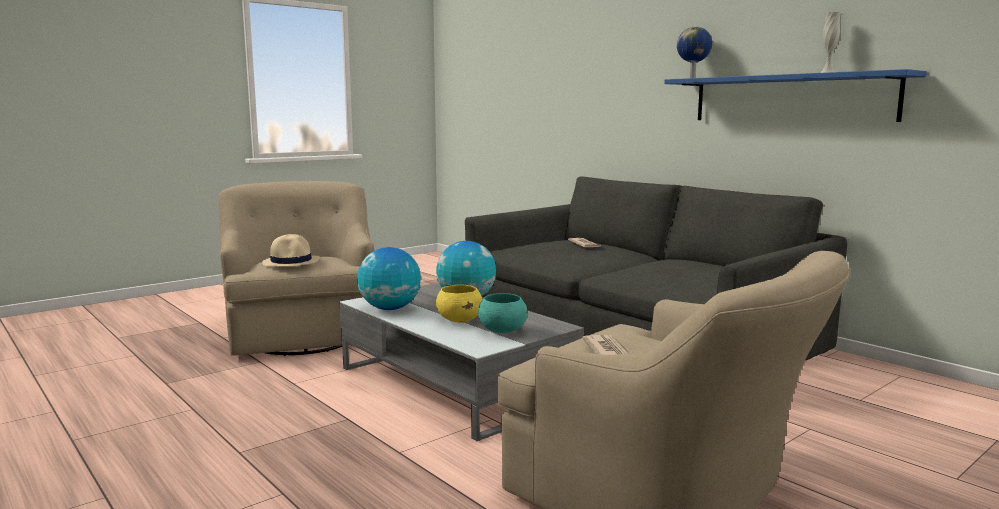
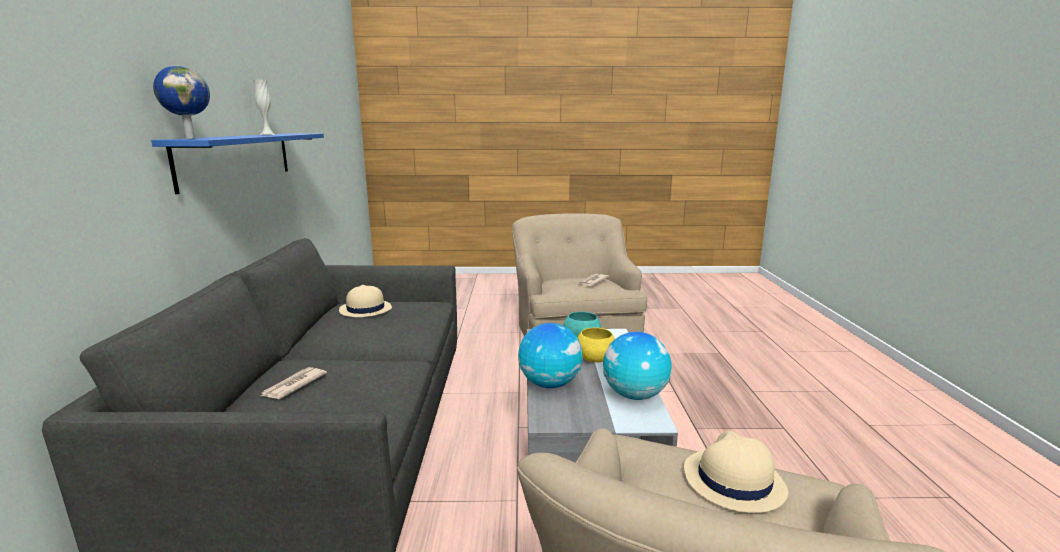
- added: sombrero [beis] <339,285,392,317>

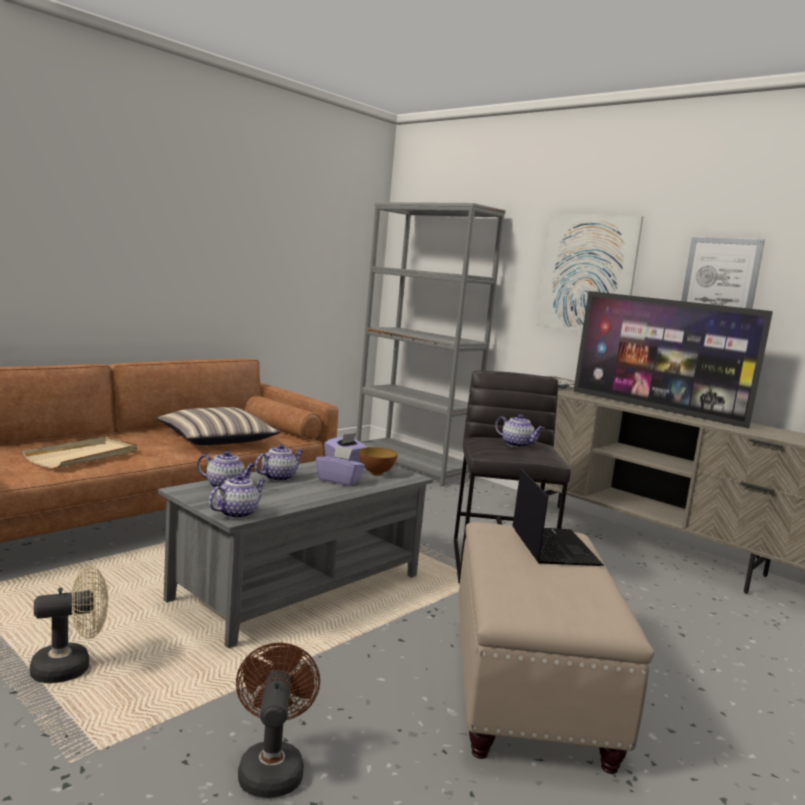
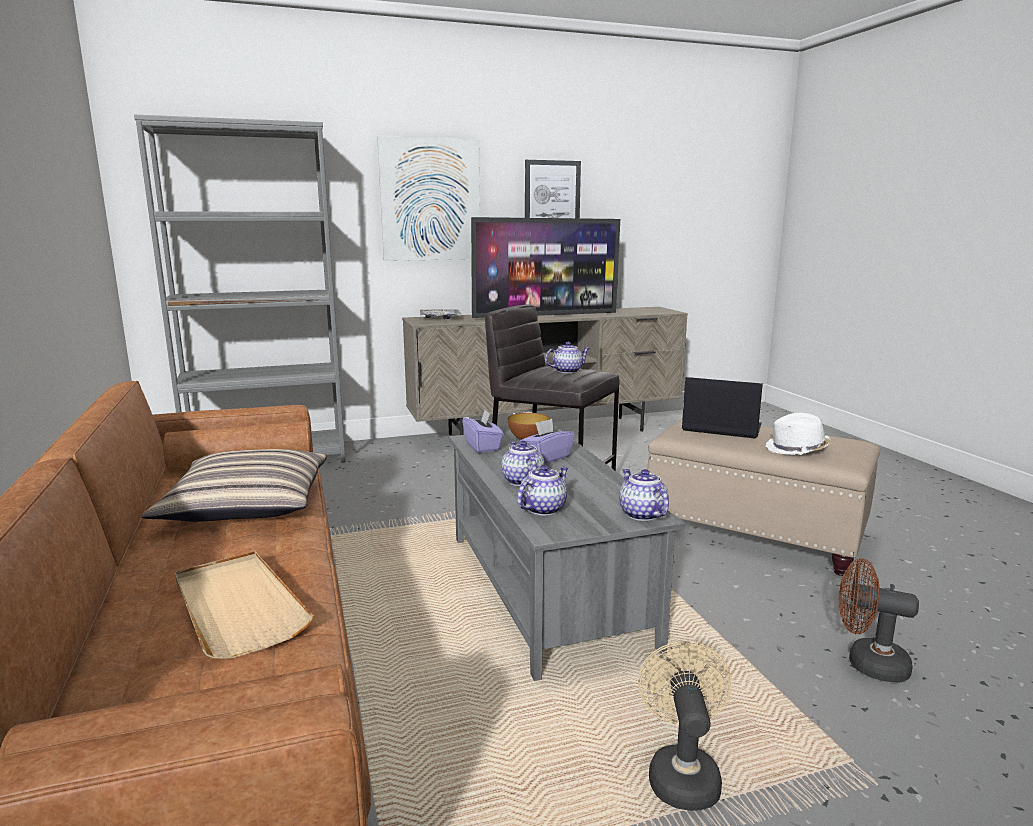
- added: sombrero [blanco] <766,413,831,455>

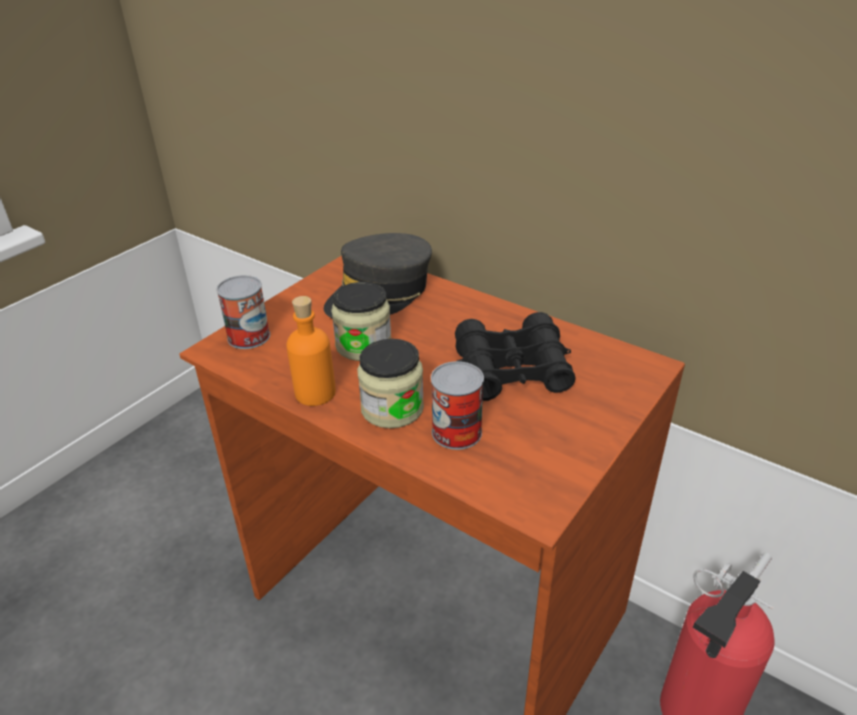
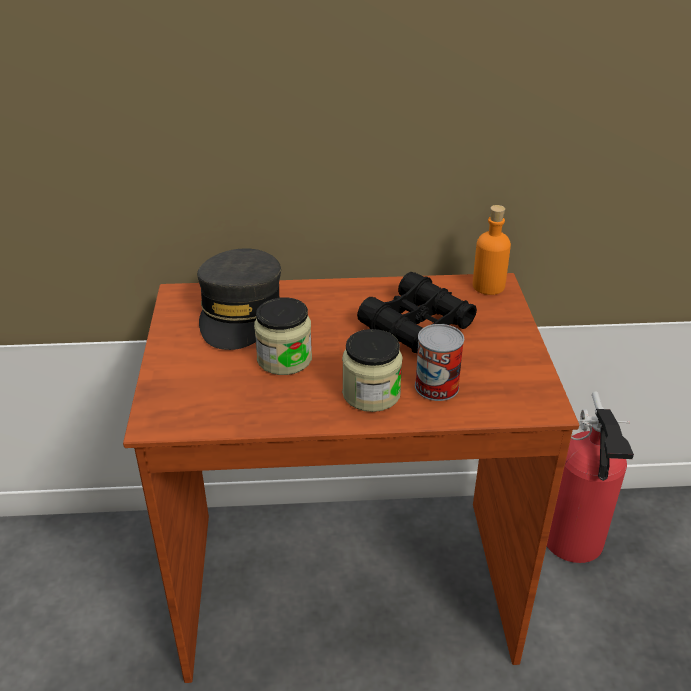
- removed: lata <216,275,270,349>
- moved: botella [naranja] <286,296,336,406> to <473,205,511,295>

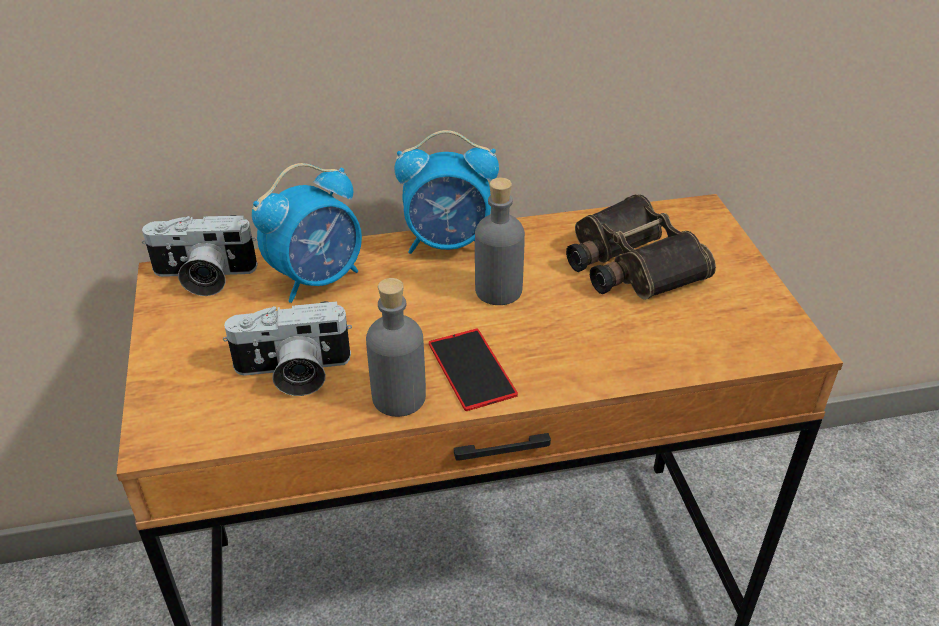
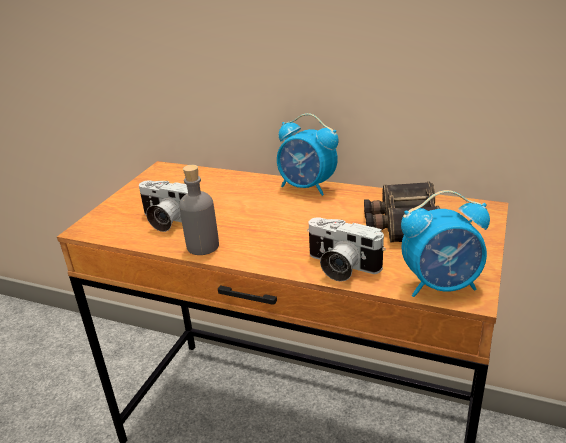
- removed: móvil <429,329,518,411>
- removed: botella [gris] <475,178,525,305>
- moved: cámara <142,215,258,296> to <307,217,386,282>
- moved: despertador <252,163,362,303> to <401,190,490,297>

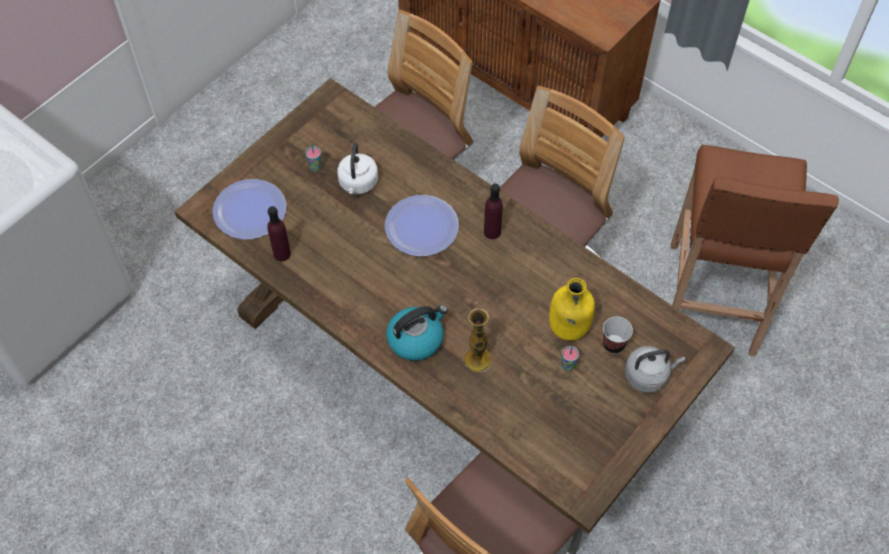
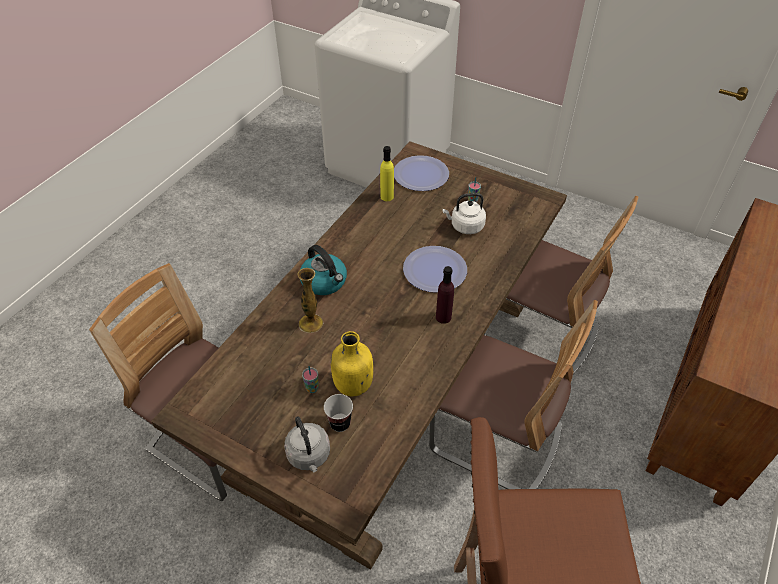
- recoloured: botella [morado] <268,206,291,261> to botella [amarillo] <380,146,394,201>

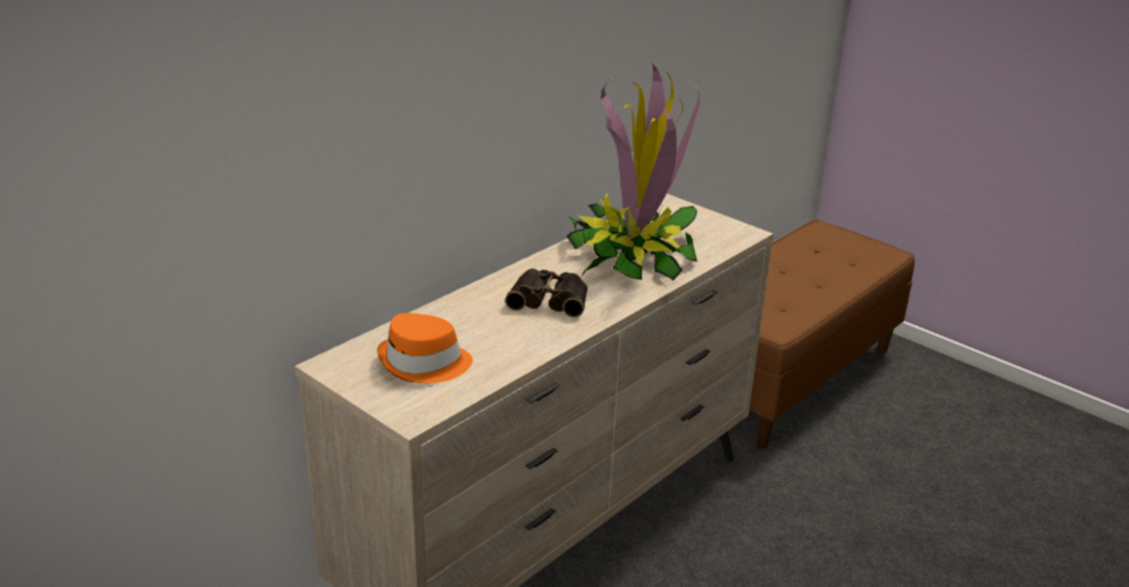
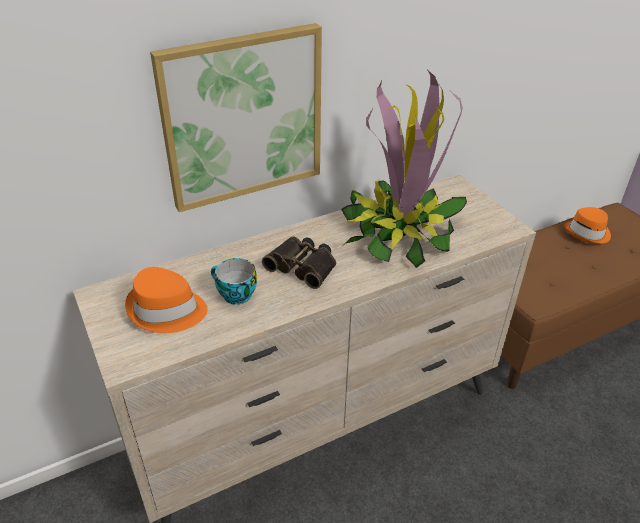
- added: cuadro <150,23,322,212>
- added: taza <211,258,257,305>
- added: sombrero [naranja] <564,207,611,244>

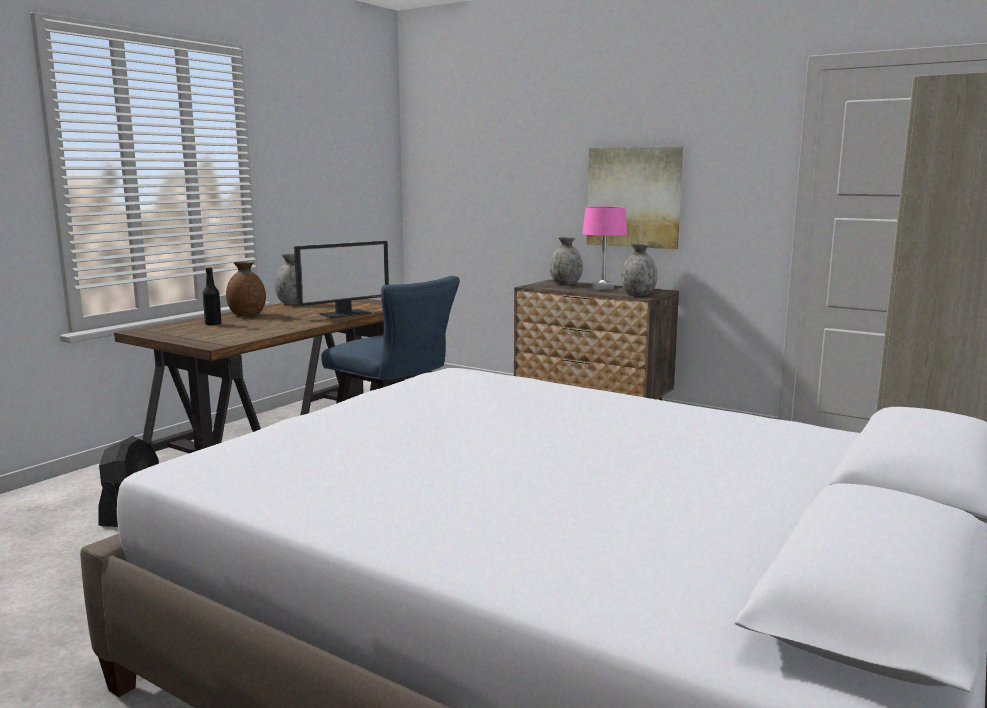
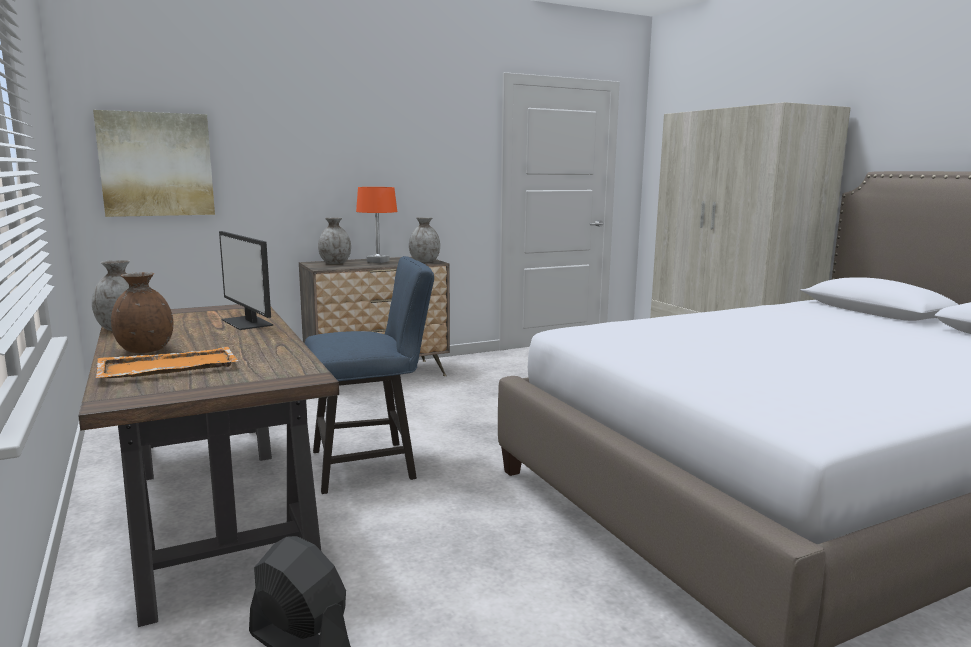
- moved: cuadro <587,146,683,249> to <93,110,215,217>
- replaced: botella [negro] <203,267,222,325> to bandeja [naranja] <96,347,238,378>
- recoloured: lámpara de mesa [rosa] <582,207,627,290> to lámpara de mesa [naranja] <356,187,397,263>
- turned: monitor <294,241,389,318> = <219,231,273,330> 150 degrees clockwise

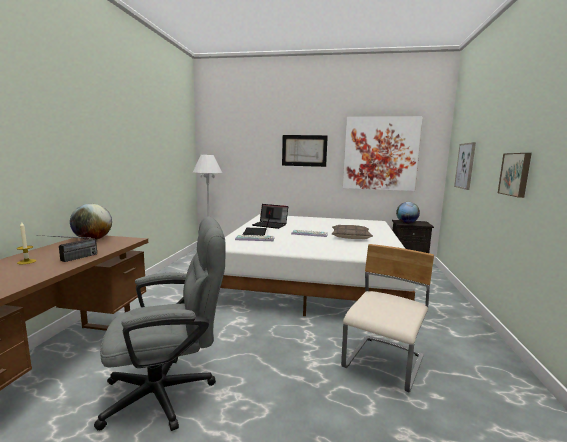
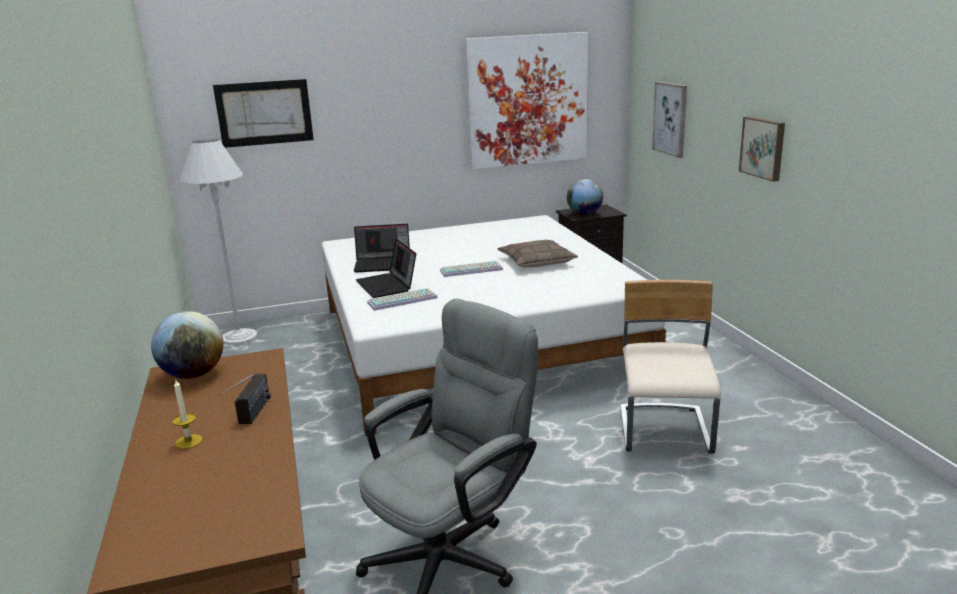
- moved: cuadro <282,135,328,167> to <213,79,314,148>

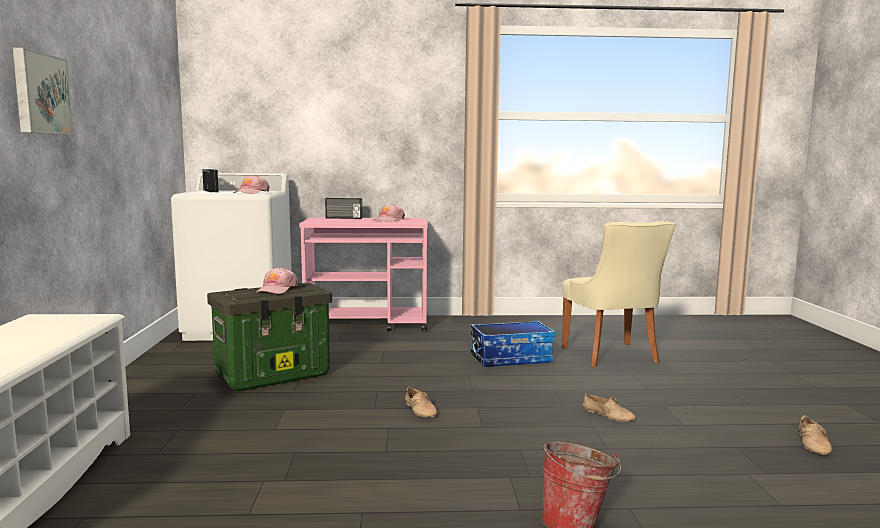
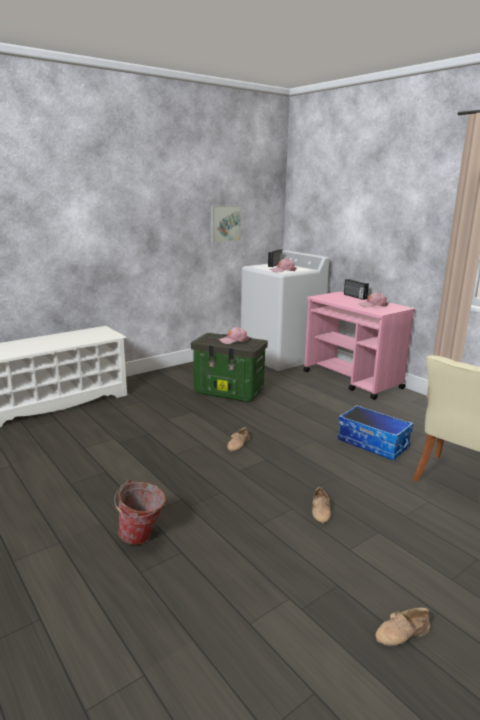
- moved: cuadro <13,47,73,135> to <210,205,241,242>

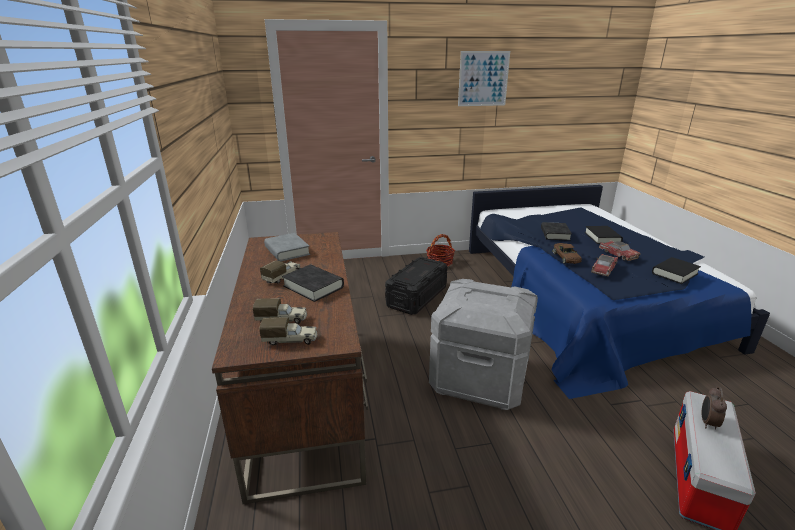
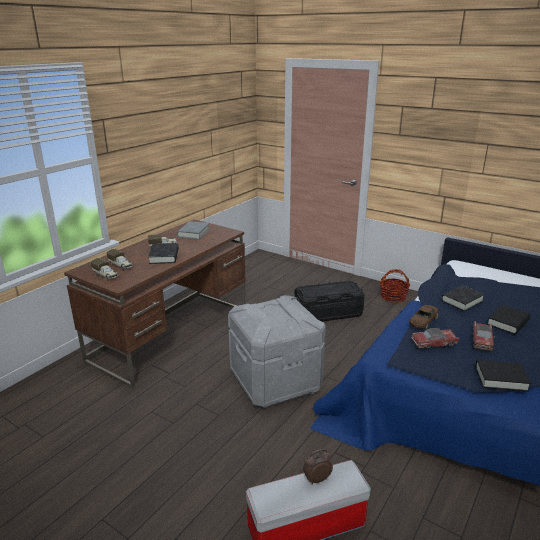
- removed: cuadro <458,51,510,106>

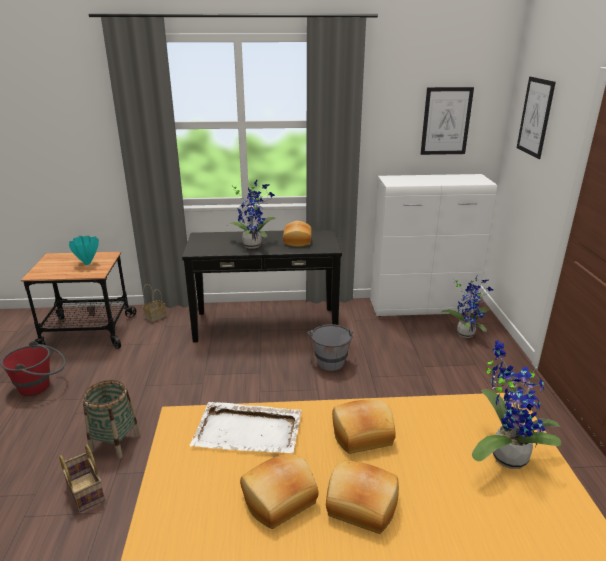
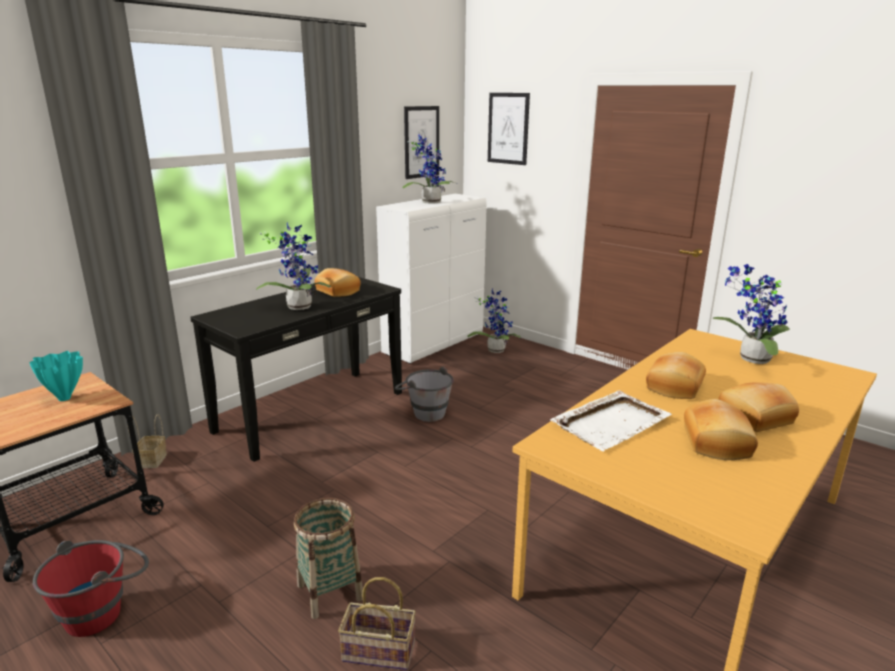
- added: planta en maceta <402,134,457,204>

